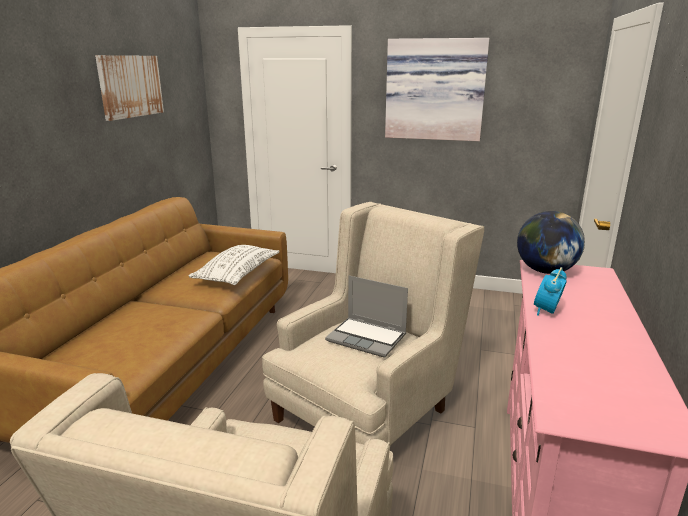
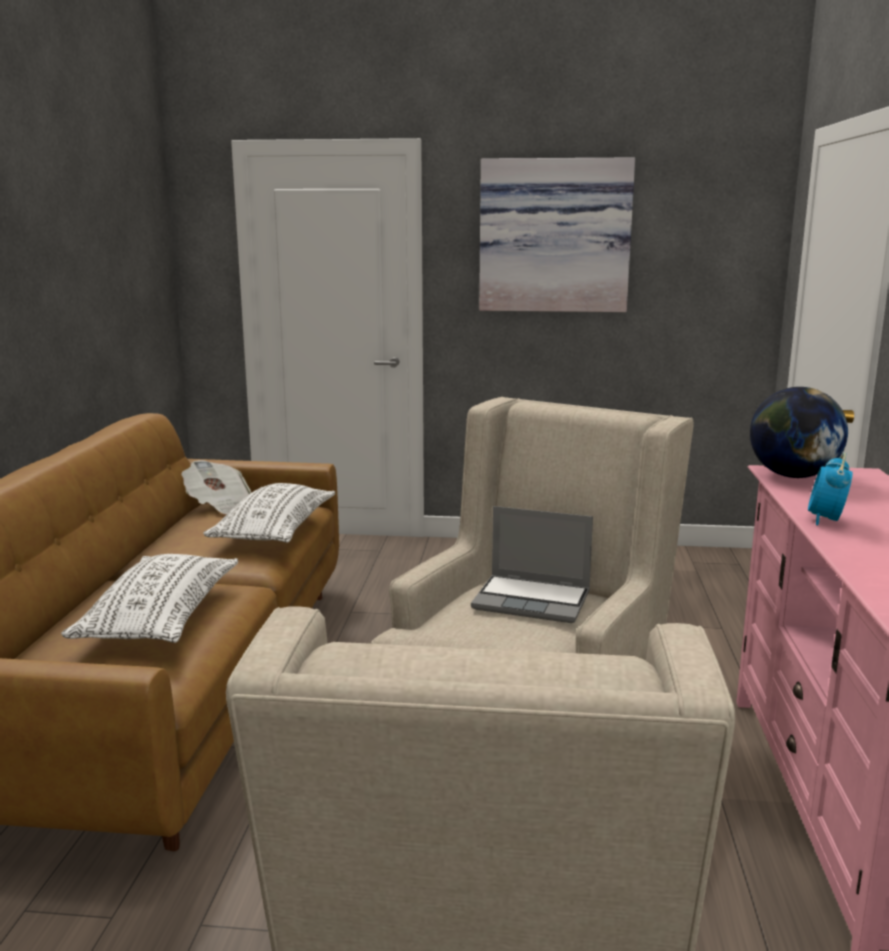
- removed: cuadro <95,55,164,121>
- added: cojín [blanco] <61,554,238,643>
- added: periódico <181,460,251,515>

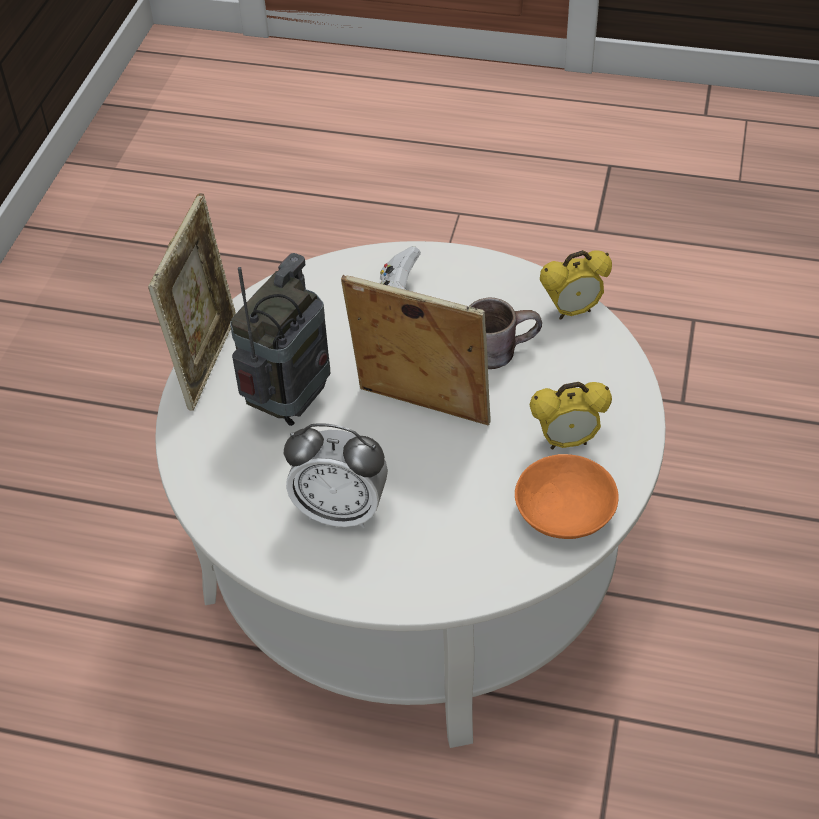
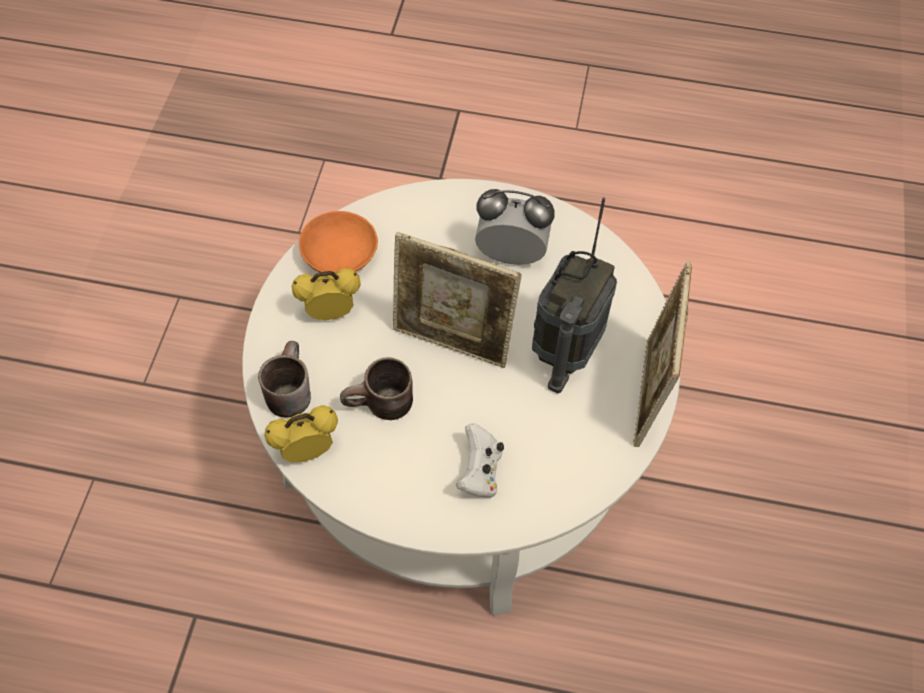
- added: taza grande [marrón] <258,341,311,418>

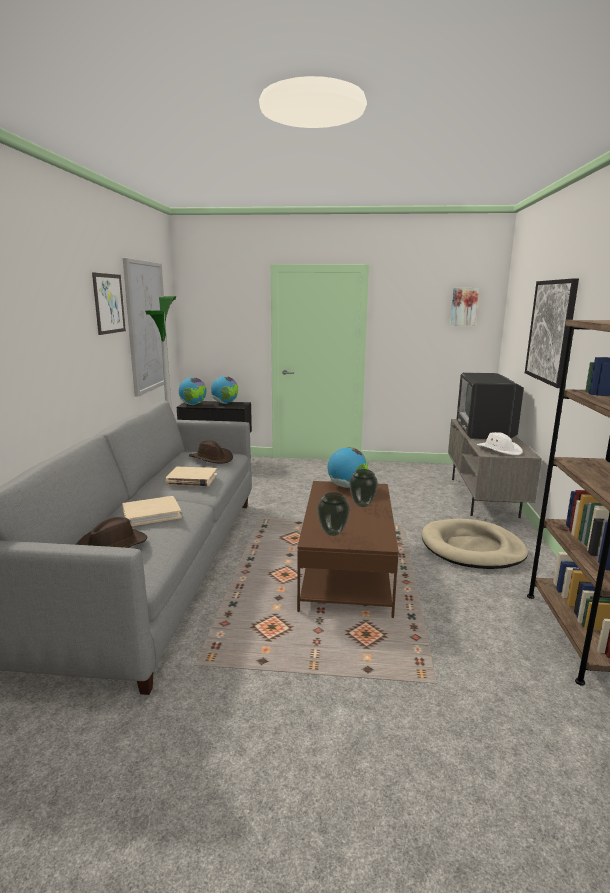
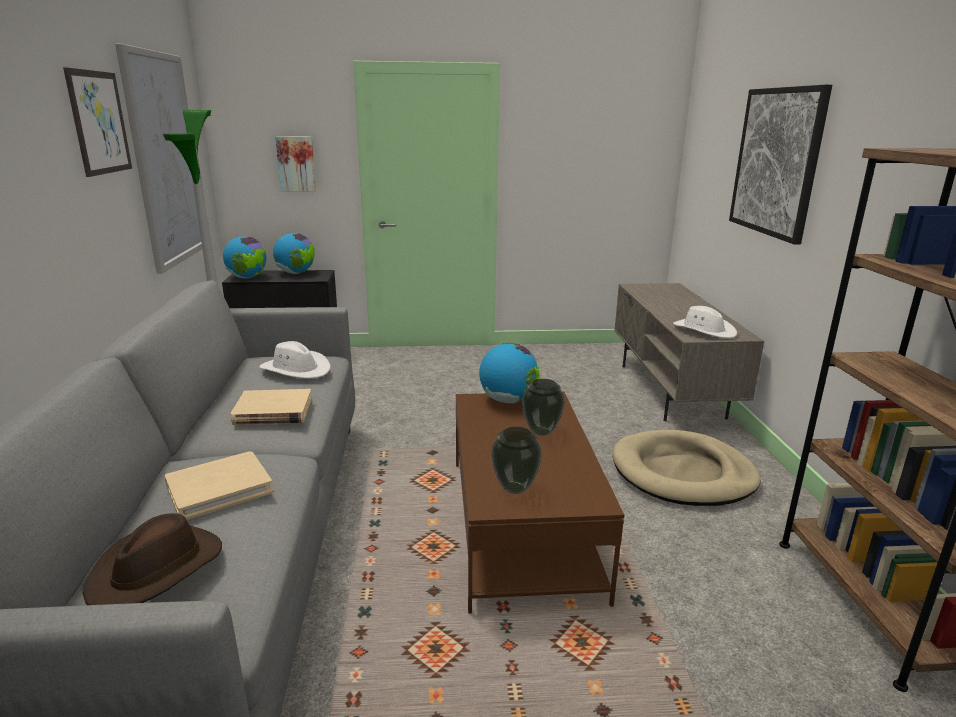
- removed: televisor <456,372,524,439>
- moved: cuadro <450,288,479,326> to <275,136,316,191>
- recoloured: sombrero [marrón] <189,440,233,463> to sombrero [blanco] <259,341,331,379>

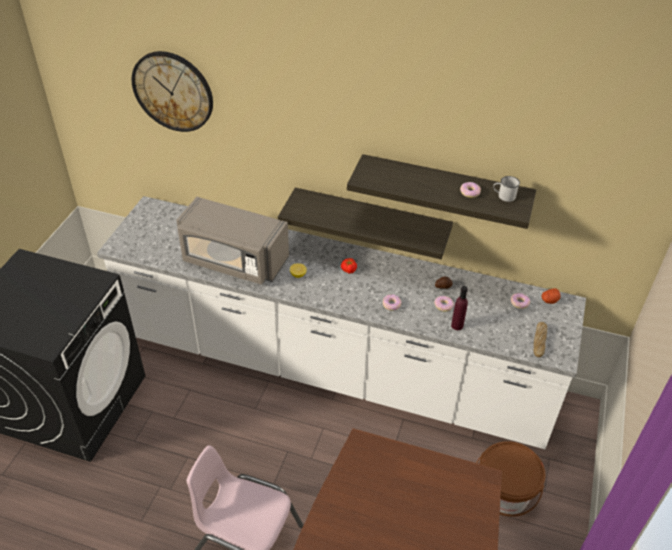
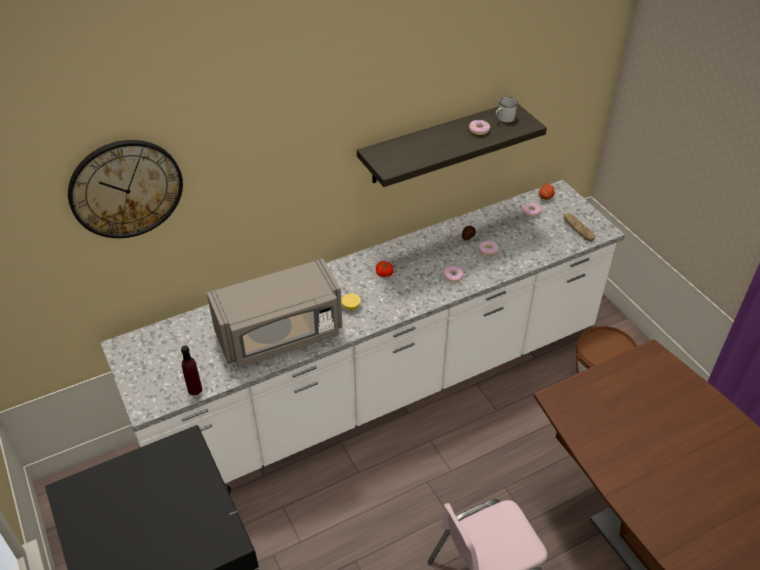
- removed: estante <278,188,453,259>
- moved: botella [morado] <451,286,468,330> to <181,345,202,395>

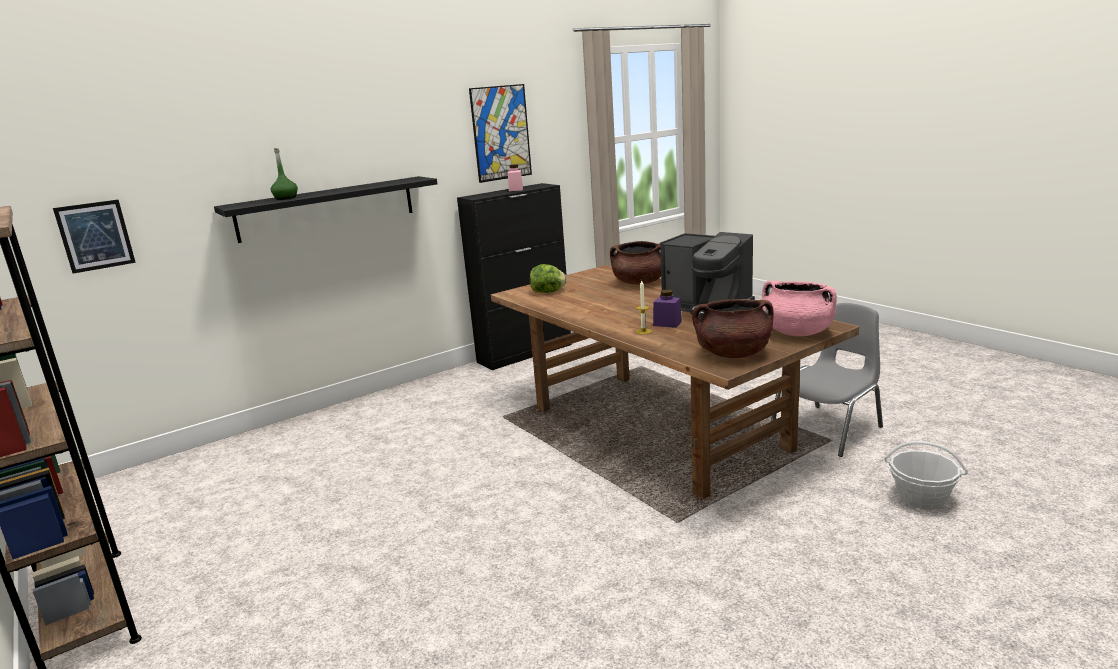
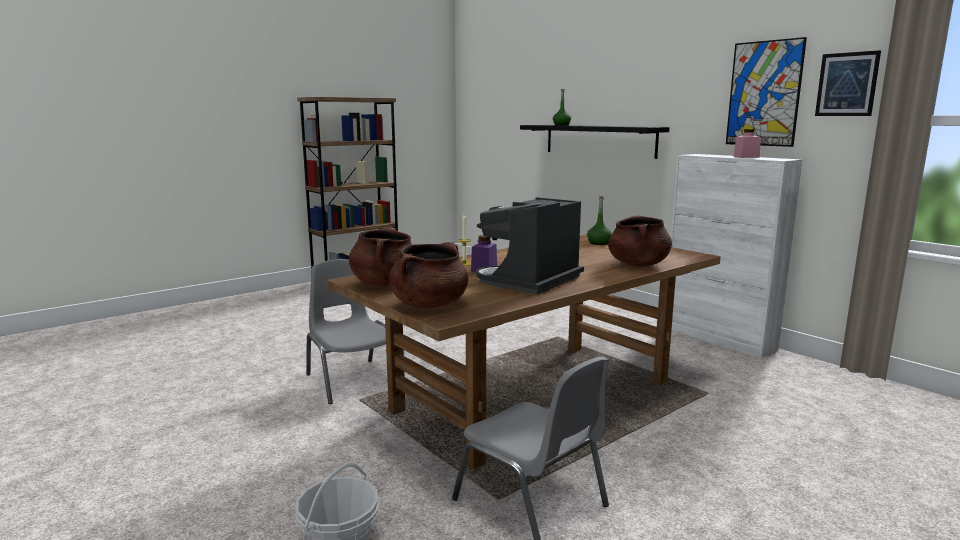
- added: silla [gris] <306,259,386,404>
- moved: cuadro <53,200,136,274> to <815,50,881,116>
- replaced: lechuga <530,264,567,293> to botella [verde] <587,196,612,245>
- recoloured: armario [negro] <457,183,572,370> to armario [blanco] <671,154,802,358>
- recoloured: olla [rosa] <762,281,837,336> to olla [marrón] <389,242,468,308>

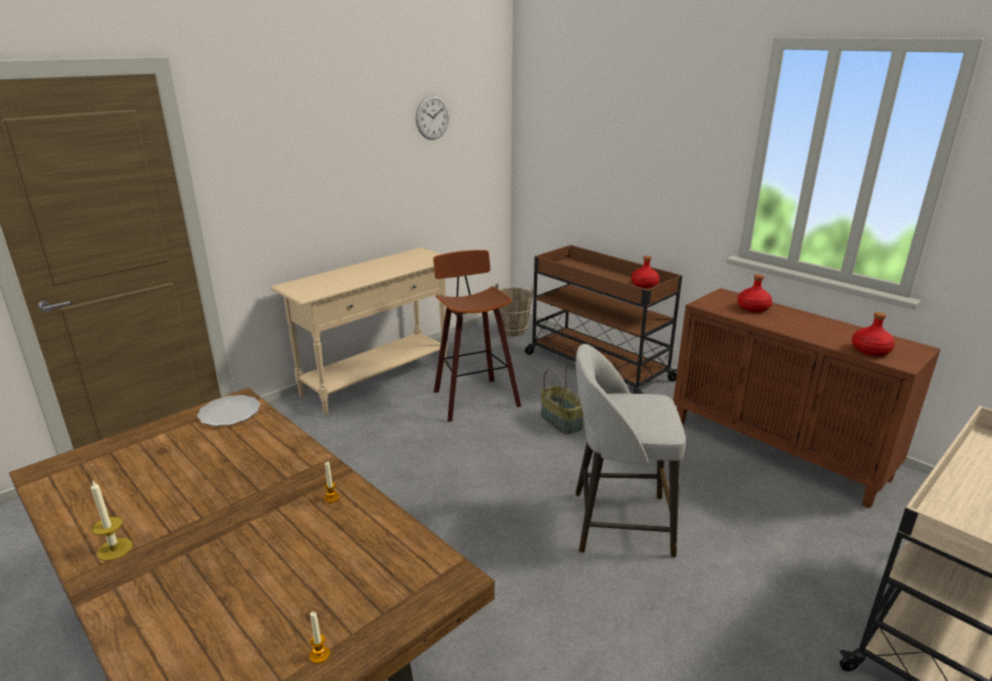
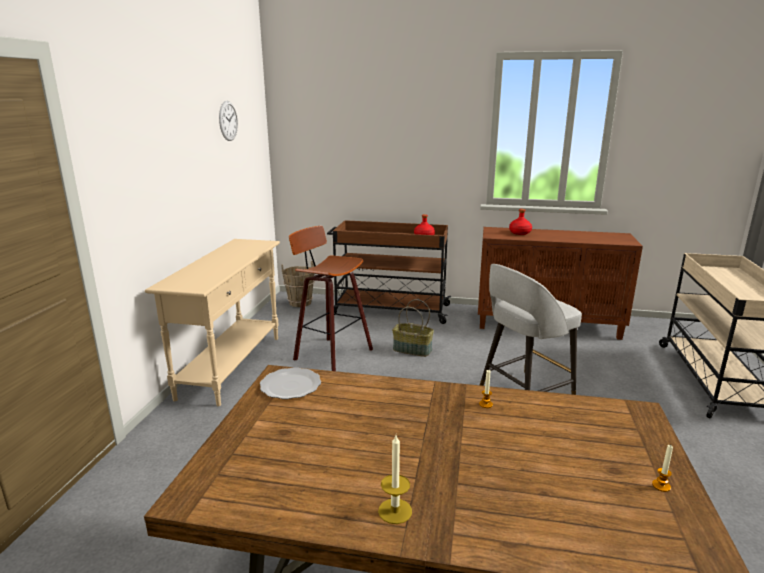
- removed: botella [rojo] <852,312,895,356>

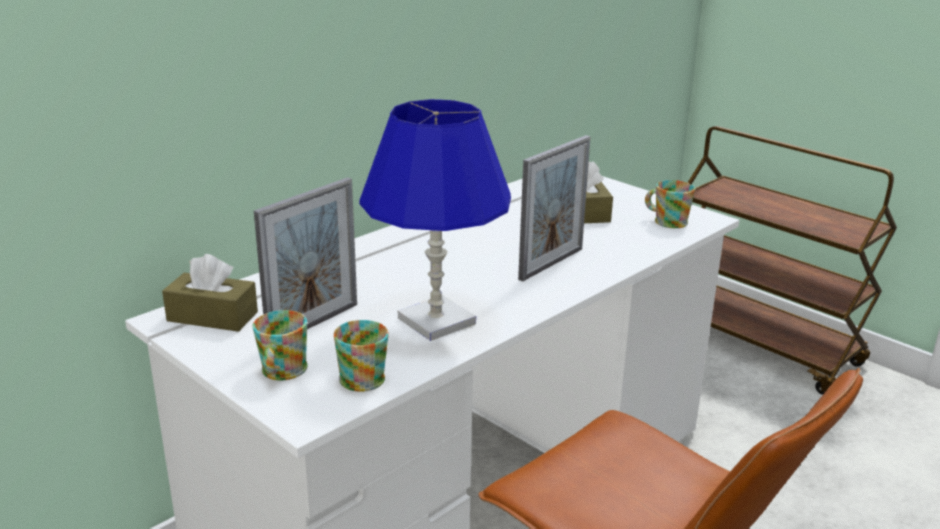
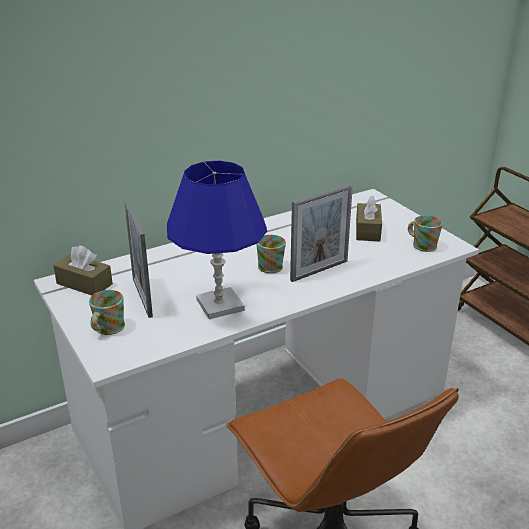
- moved: taza grande <334,320,389,392> to <256,235,286,273>
- turned: portarretratos <254,177,357,329> = <124,200,153,318> 105 degrees clockwise

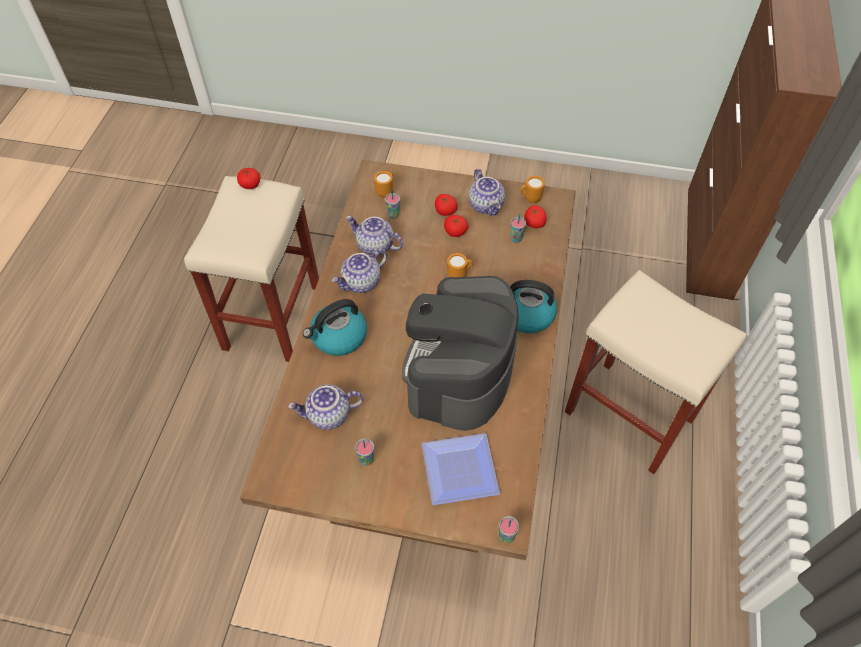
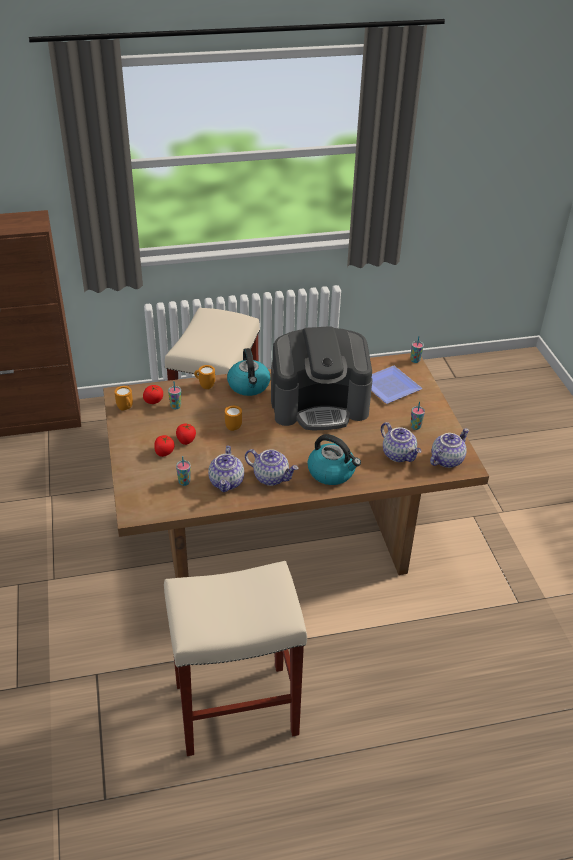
- removed: tomate <237,168,261,189>
- moved: taza grande [naranja] <374,171,393,198> to <194,365,215,389>
- moved: tetera <469,169,505,216> to <430,429,469,468>

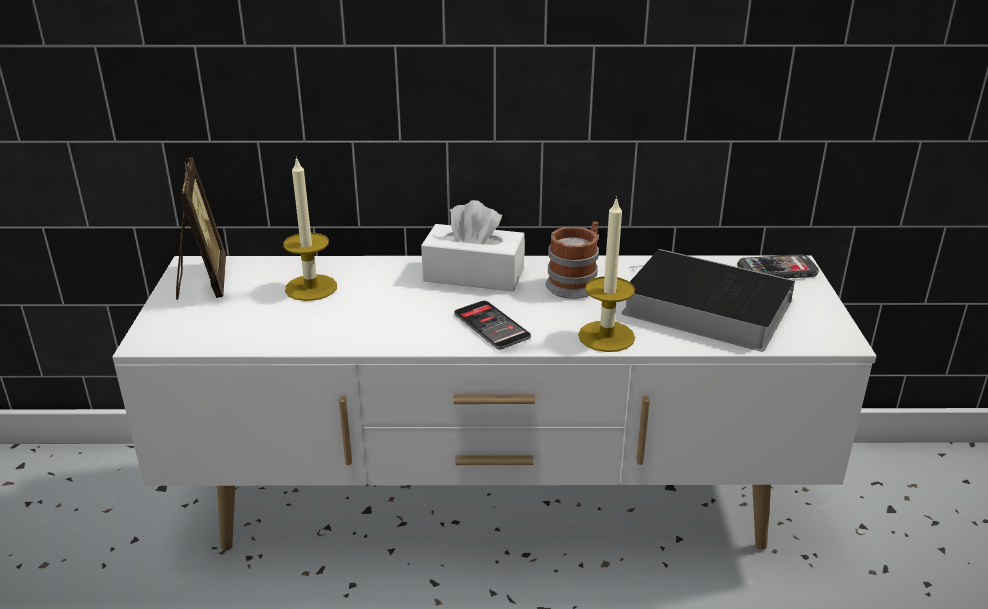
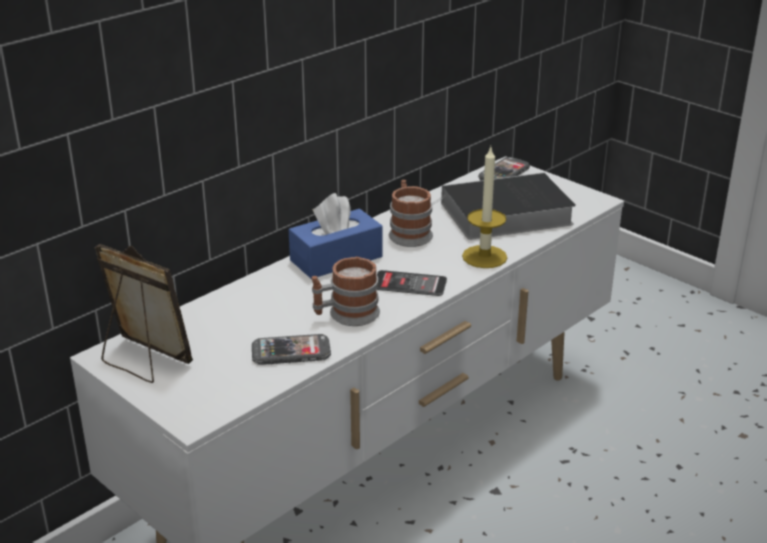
- removed: vela <283,156,337,301>
- added: móvil <252,334,331,365>
- added: taza grande <312,257,380,326>
- recoloured: caja de pañuelos [blanco] <421,200,525,291> to caja de pañuelos [azul] <289,193,383,279>

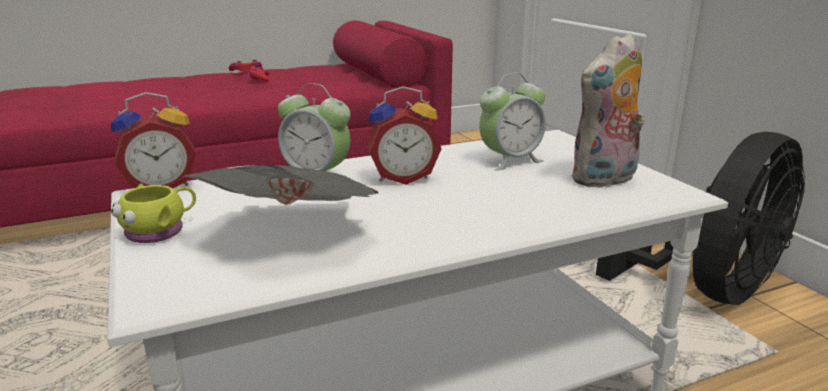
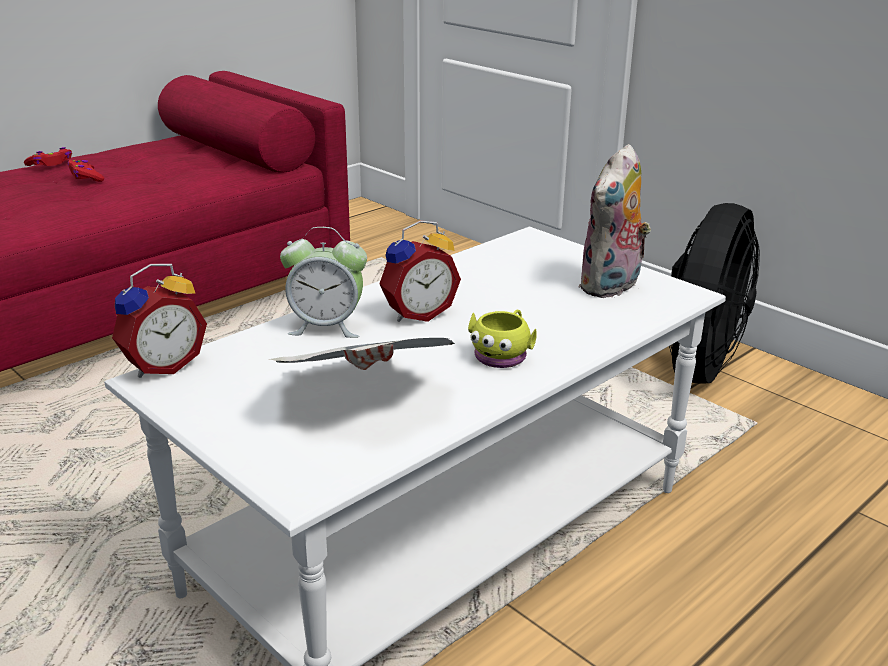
- removed: despertador <479,73,546,170>
- moved: taza grande [amarillo] <111,183,196,243> to <468,310,537,368>

